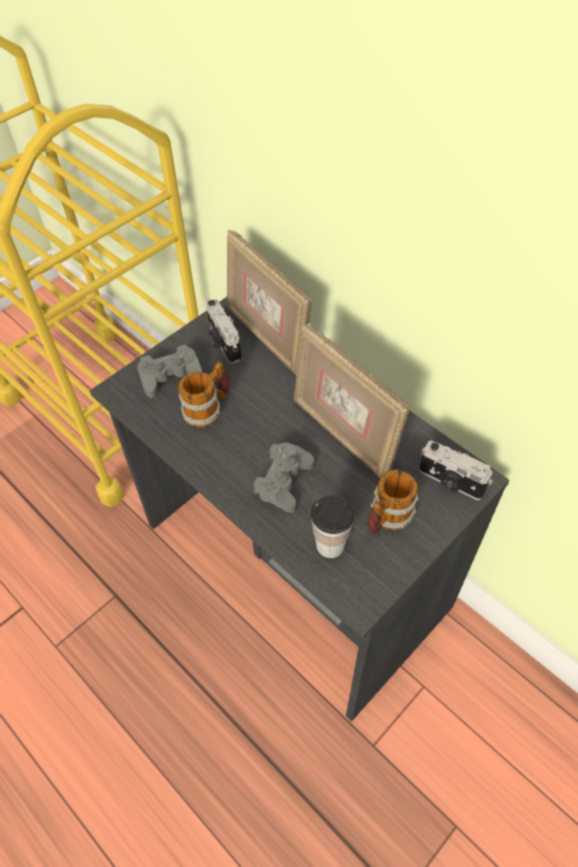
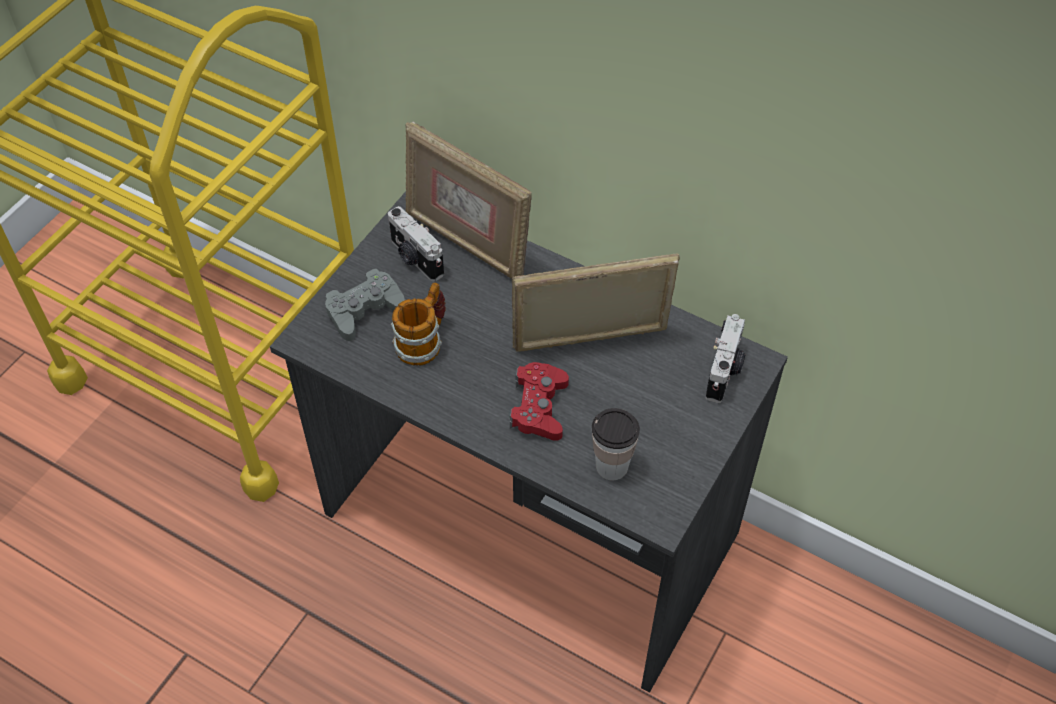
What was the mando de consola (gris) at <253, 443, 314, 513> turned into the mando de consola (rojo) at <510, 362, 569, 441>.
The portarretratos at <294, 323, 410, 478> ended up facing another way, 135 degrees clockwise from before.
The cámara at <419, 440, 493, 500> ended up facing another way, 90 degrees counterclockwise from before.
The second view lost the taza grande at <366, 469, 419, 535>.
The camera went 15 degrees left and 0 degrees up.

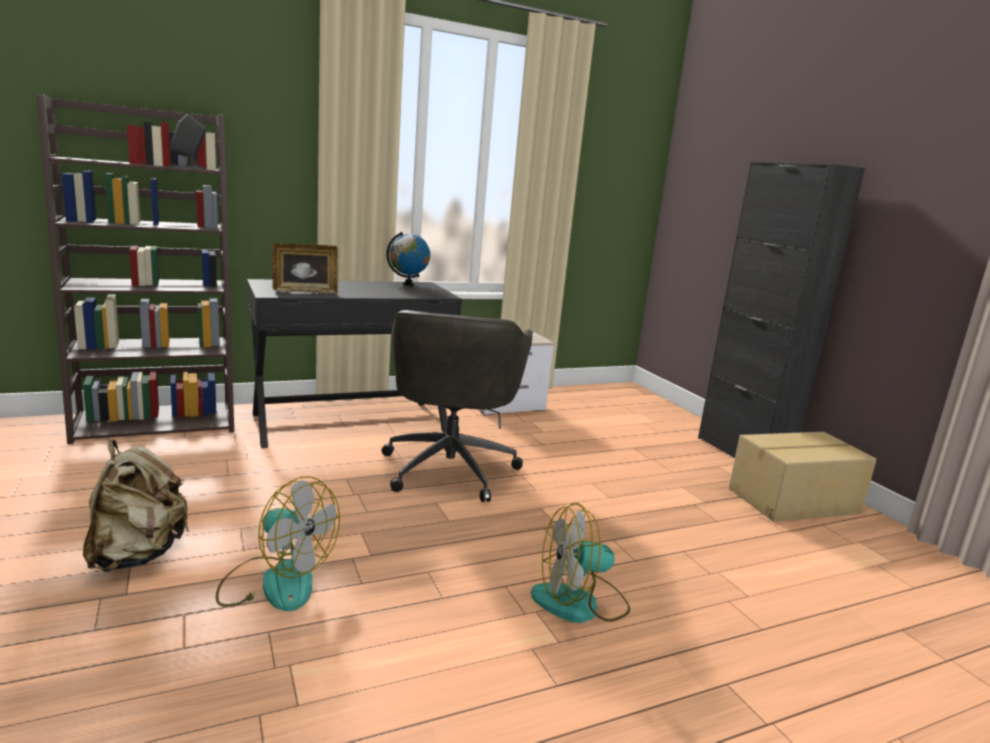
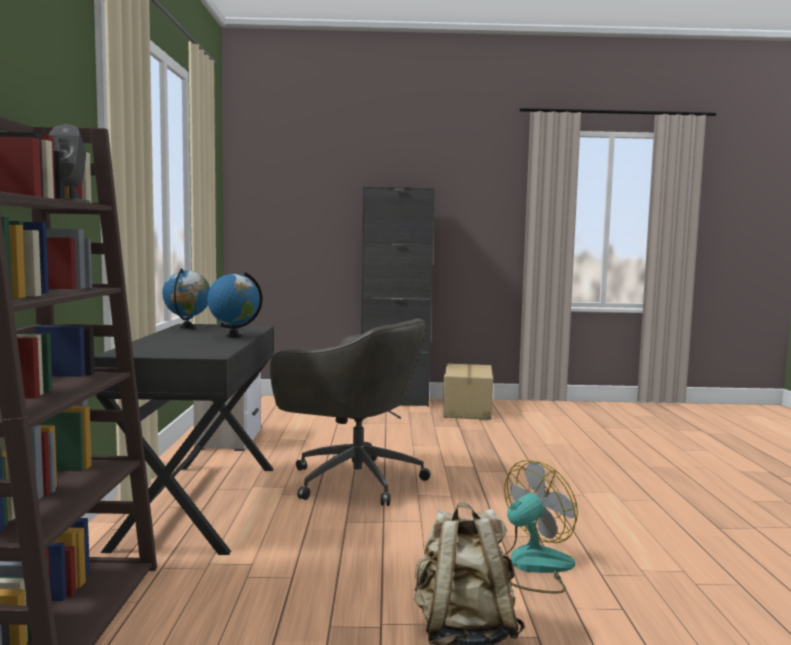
The second view gained the globo terráqueo at <207, 272, 262, 338>.
The second view lost the portarretratos at <272, 243, 338, 294>.
The second view lost the ventilador at <531, 503, 630, 623>.
The camera went 65 degrees left and 10 degrees down.

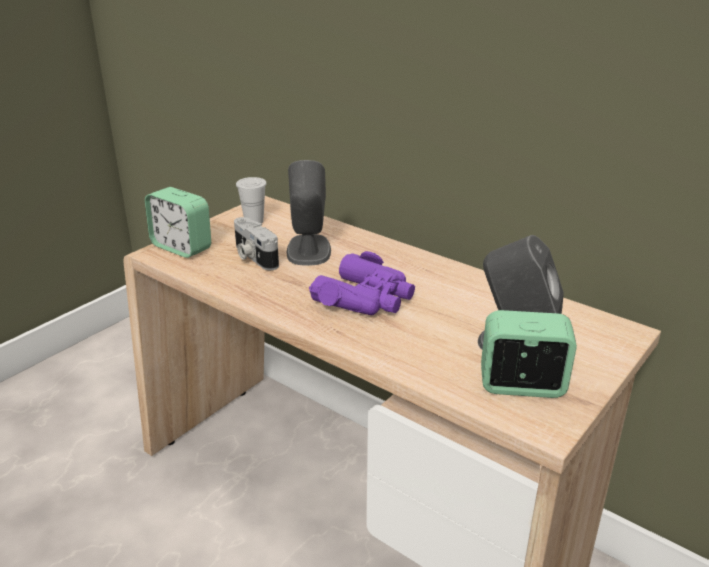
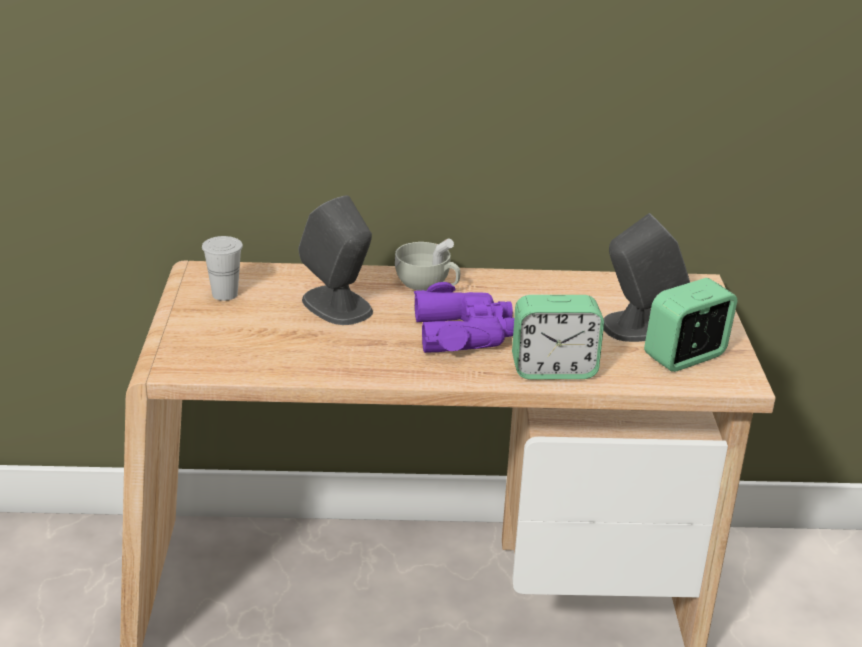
The second view gained the taza (blanco) at <395, 239, 460, 291>.
The despertador ended up elsewhere, having gone from <145, 187, 211, 258> to <512, 295, 604, 379>.
The second view lost the cámara at <234, 217, 279, 270>.
The camera went 40 degrees left and 0 degrees up.

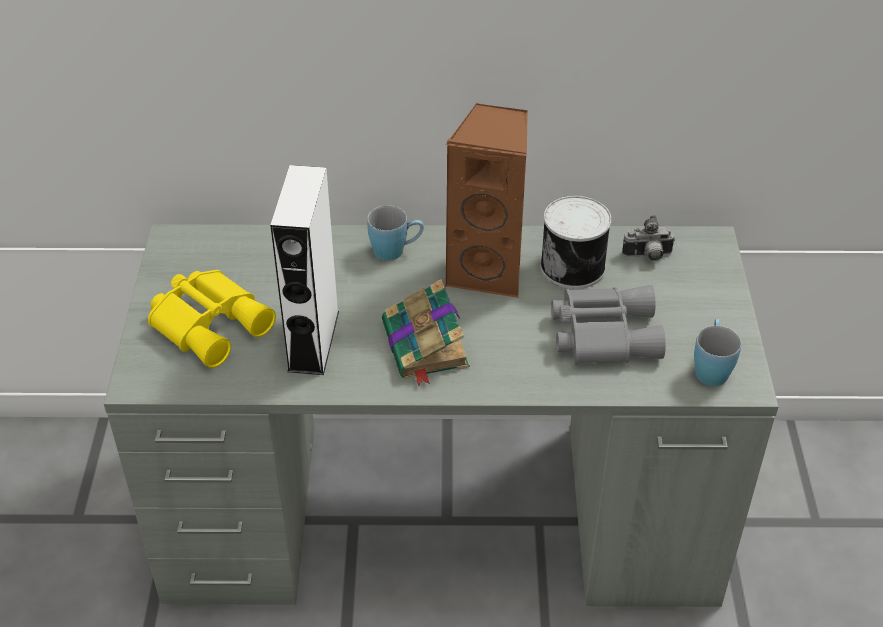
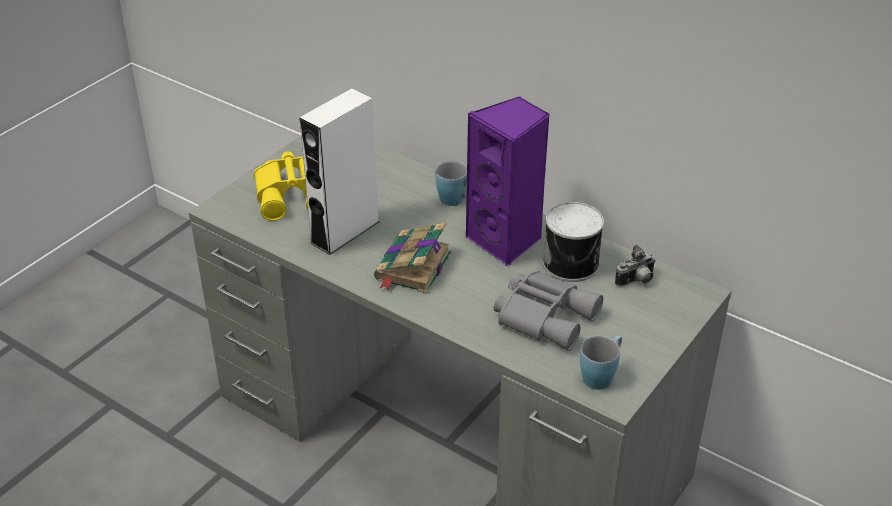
What was the altavoz (marrón) at <445, 103, 528, 298> turned into the altavoz (morado) at <465, 97, 550, 266>.
The cámara at <622, 215, 675, 261> ended up facing another way, 60 degrees counterclockwise from before.
The camera went 35 degrees right and 5 degrees down.

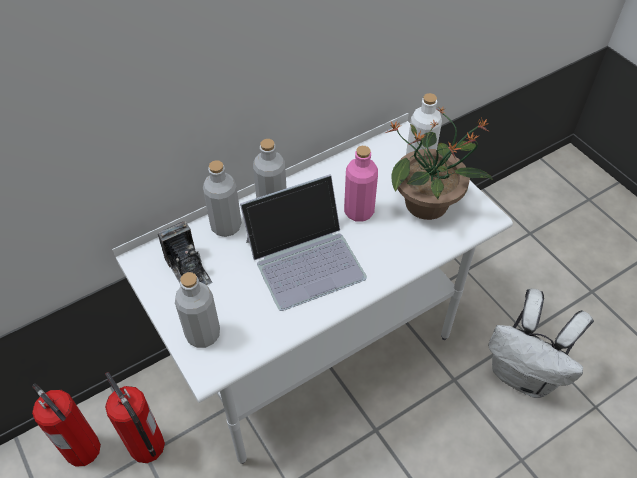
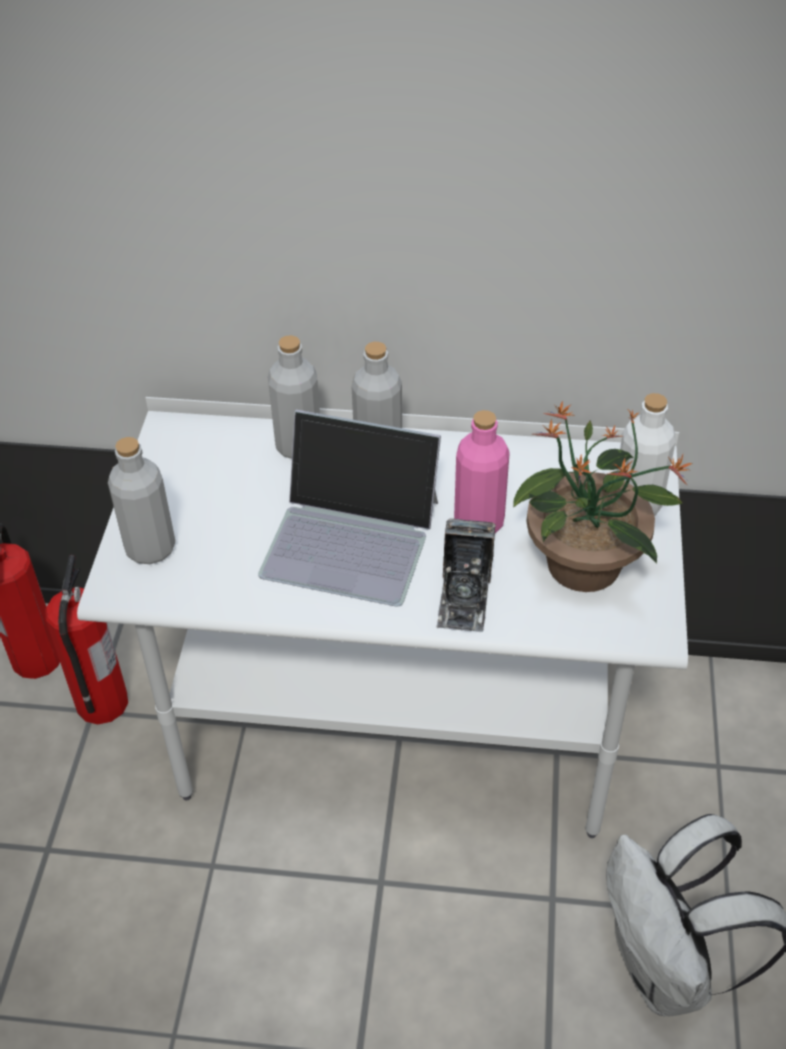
The cámara ended up elsewhere, having gone from <158, 221, 212, 285> to <436, 518, 496, 632>.
The camera went 40 degrees right and 5 degrees down.

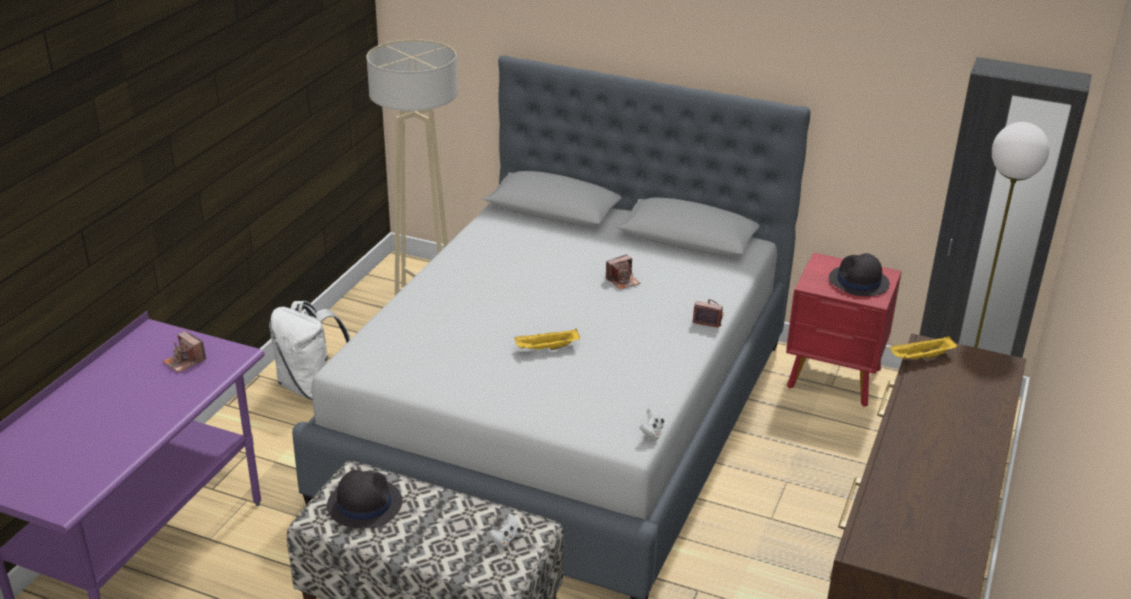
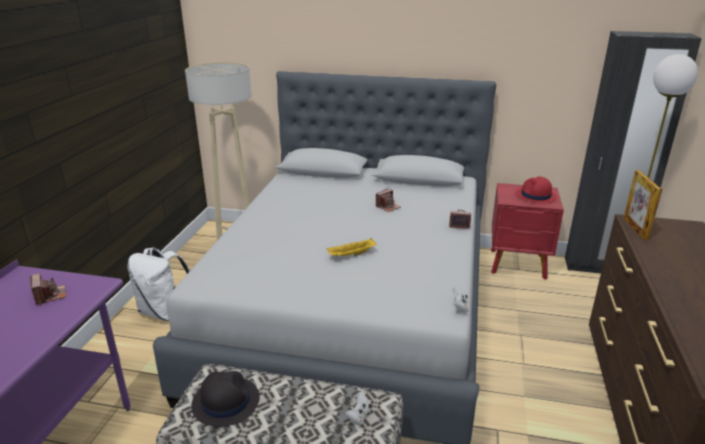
The cámara at <163, 331, 206, 372> ended up facing another way, 150 degrees counterclockwise from before.
What was the sombrero (negro) at <829, 253, 890, 296> turned into the sombrero (rojo) at <515, 176, 557, 204>.
Where the bandeja (amarillo) stood at <889, 336, 957, 359>, the portarretratos came to stand at <623, 170, 662, 240>.
The camera went 10 degrees left and 5 degrees down.

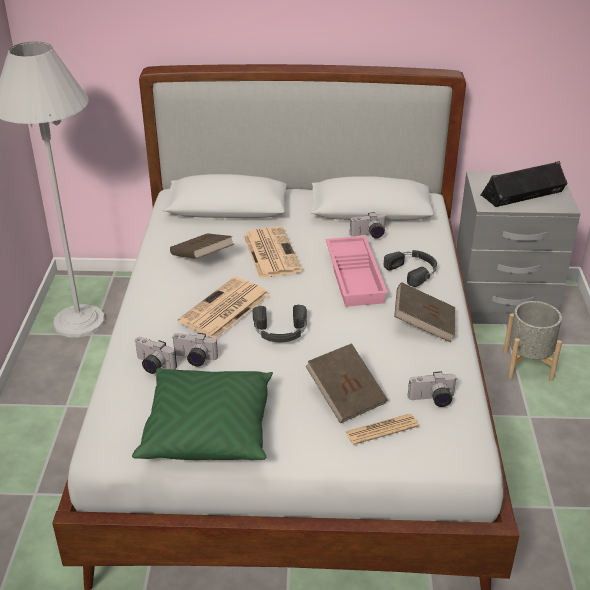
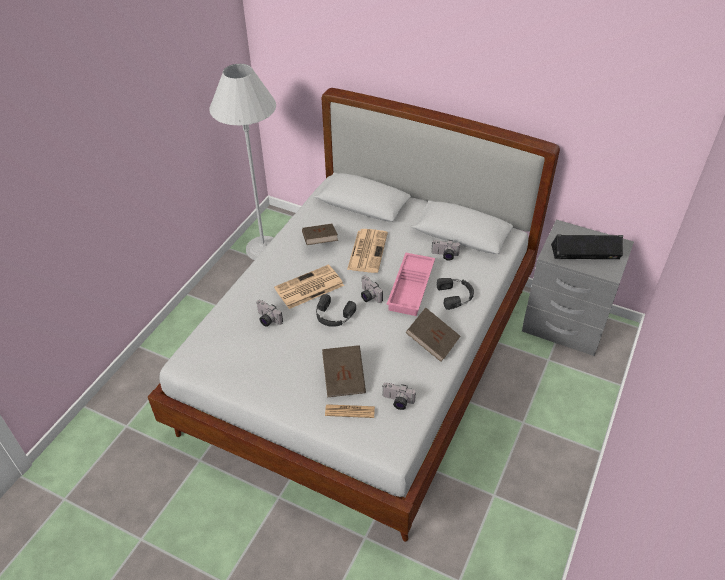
The cámara ended up elsewhere, having gone from <134, 337, 177, 374> to <361, 276, 383, 303>.
The second view lost the cojín (verde) at <132, 368, 273, 460>.
The second view lost the maceta (gris) at <503, 301, 562, 381>.
The camera went 25 degrees right and 10 degrees up.

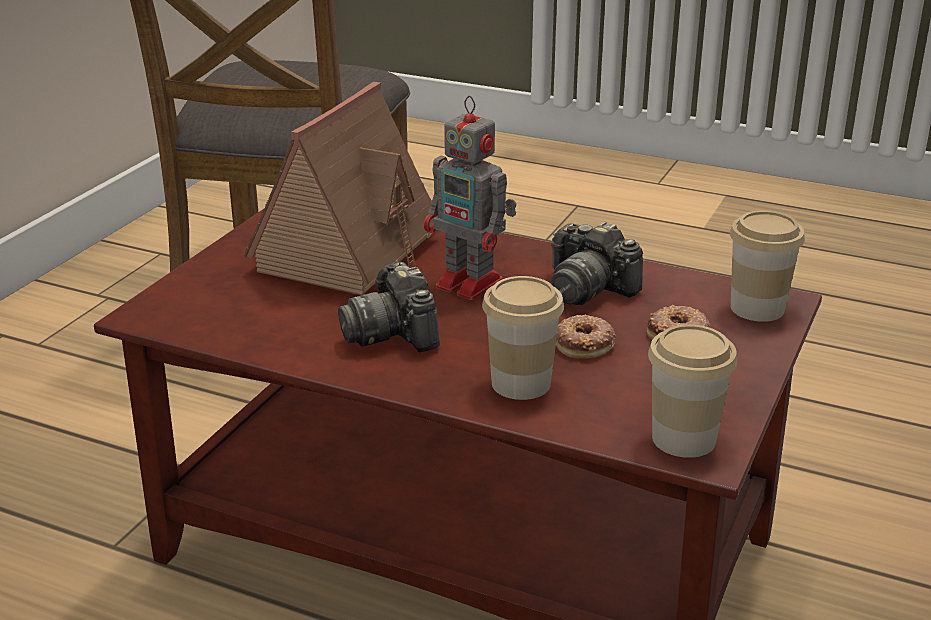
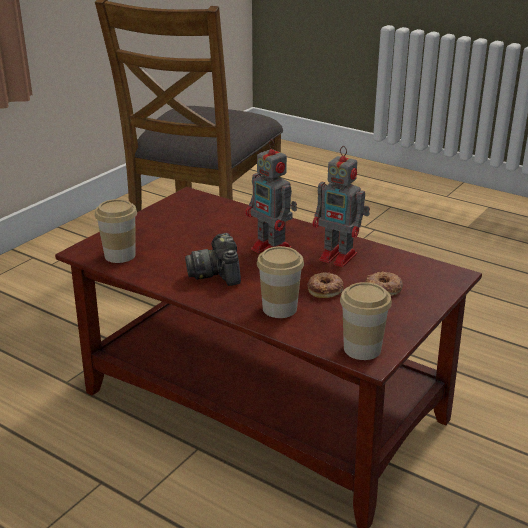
The taza ended up elsewhere, having gone from <730, 211, 805, 322> to <95, 199, 137, 263>.
Where the cámara stood at <551, 222, 643, 305>, the robot de juguete came to stand at <312, 146, 370, 267>.
The second view lost the casita at <244, 82, 437, 295>.
The camera went 10 degrees right and 0 degrees up.

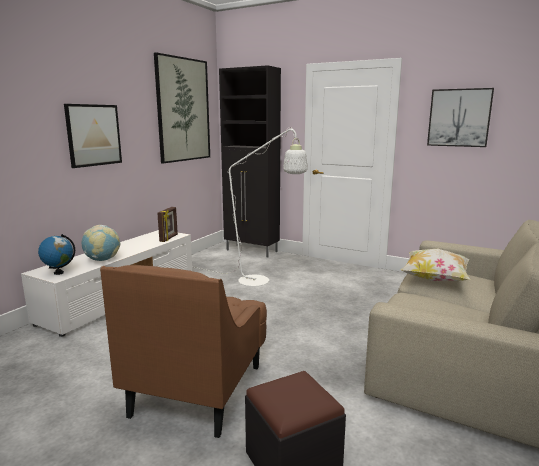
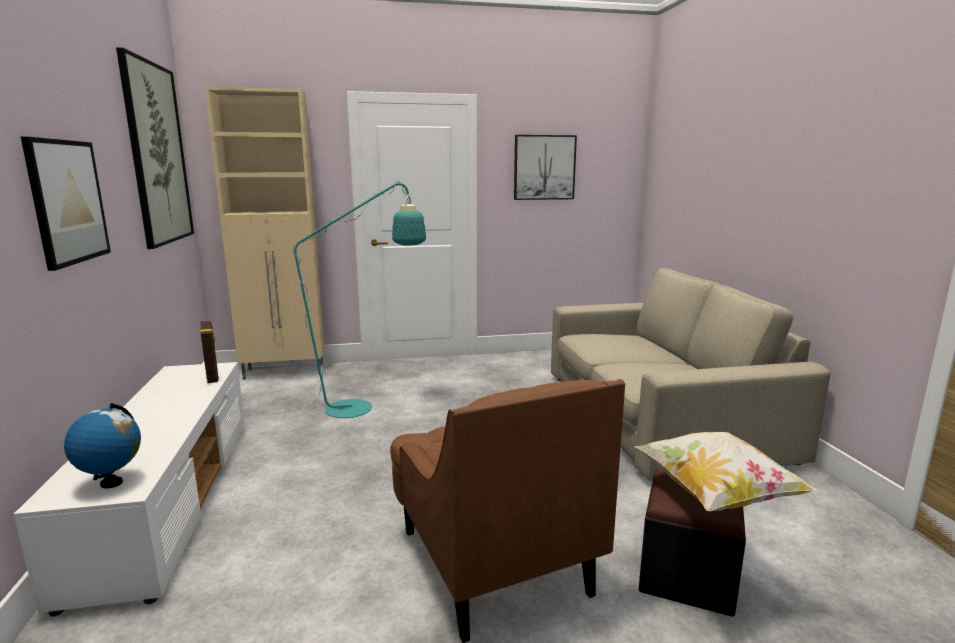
What was the armario (negro) at <219, 65, 281, 257> turned into the armario (beis) at <205, 87, 325, 380>.
What was the lámpara de pie (blanco) at <195, 127, 308, 286> turned into the lámpara de pie (turquesa) at <244, 181, 426, 418>.
The cojín ended up elsewhere, having gone from <401, 249, 471, 281> to <634, 432, 818, 511>.
The second view lost the globo terráqueo at <82, 225, 120, 261>.
The camera went 40 degrees left and 0 degrees up.

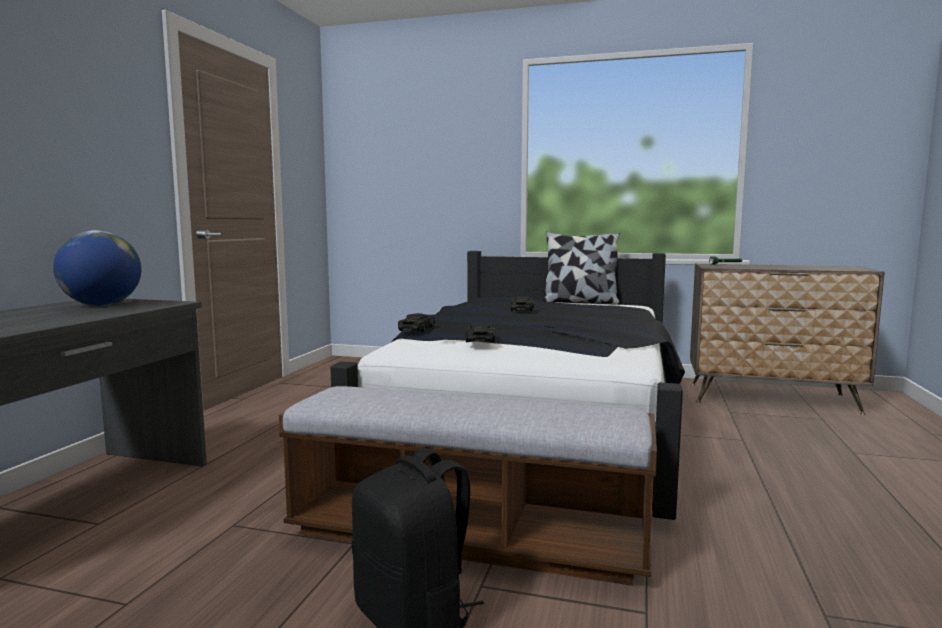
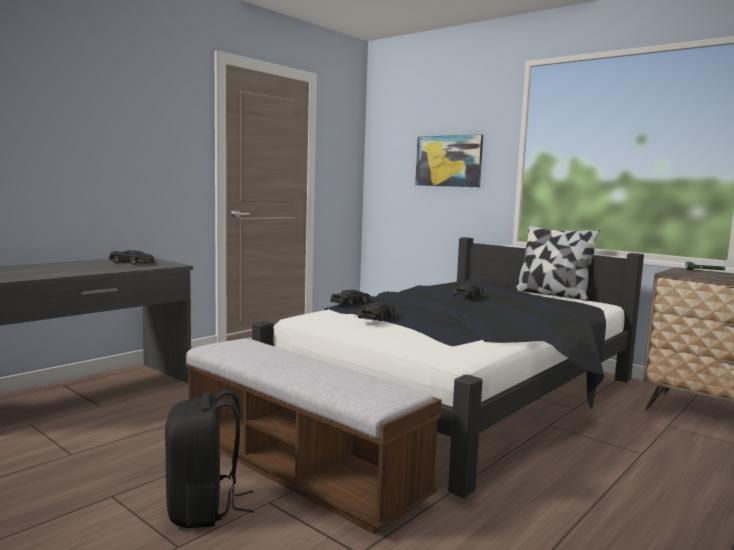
Where the globo terráqueo stood at <53, 230, 142, 306>, the coche de juguete (negro) came to stand at <109, 250, 155, 265>.
The second view gained the cuadro at <415, 134, 483, 187>.
The camera went 25 degrees right and 0 degrees up.

